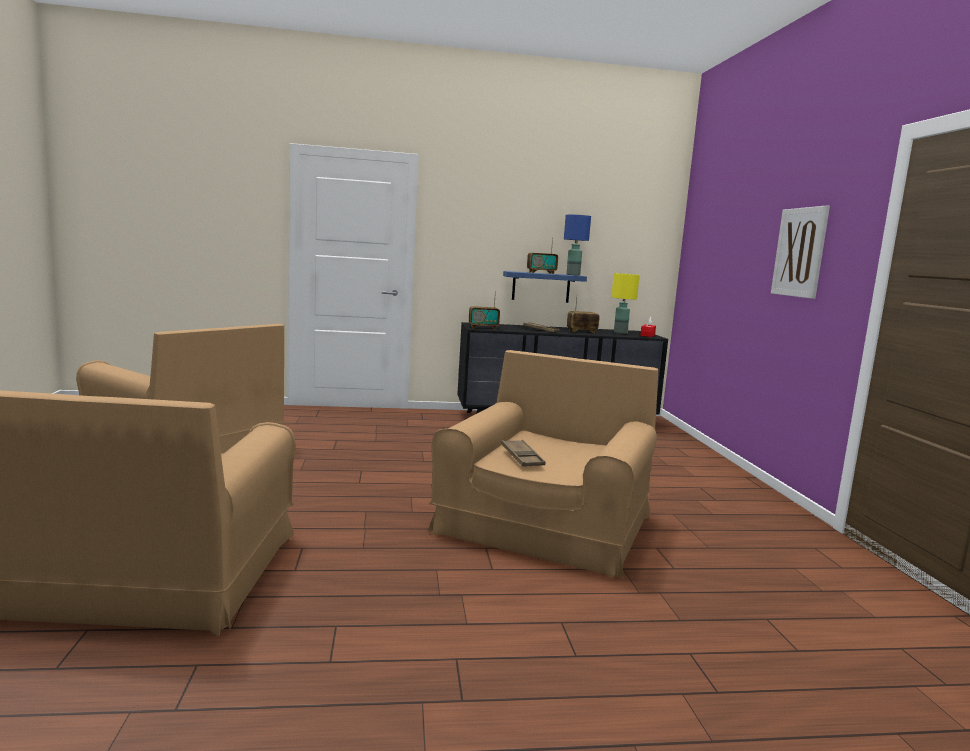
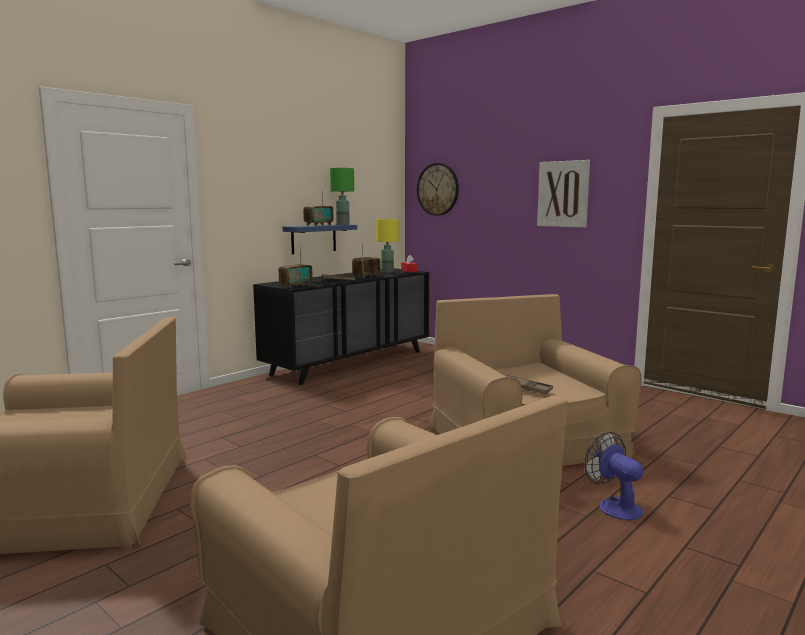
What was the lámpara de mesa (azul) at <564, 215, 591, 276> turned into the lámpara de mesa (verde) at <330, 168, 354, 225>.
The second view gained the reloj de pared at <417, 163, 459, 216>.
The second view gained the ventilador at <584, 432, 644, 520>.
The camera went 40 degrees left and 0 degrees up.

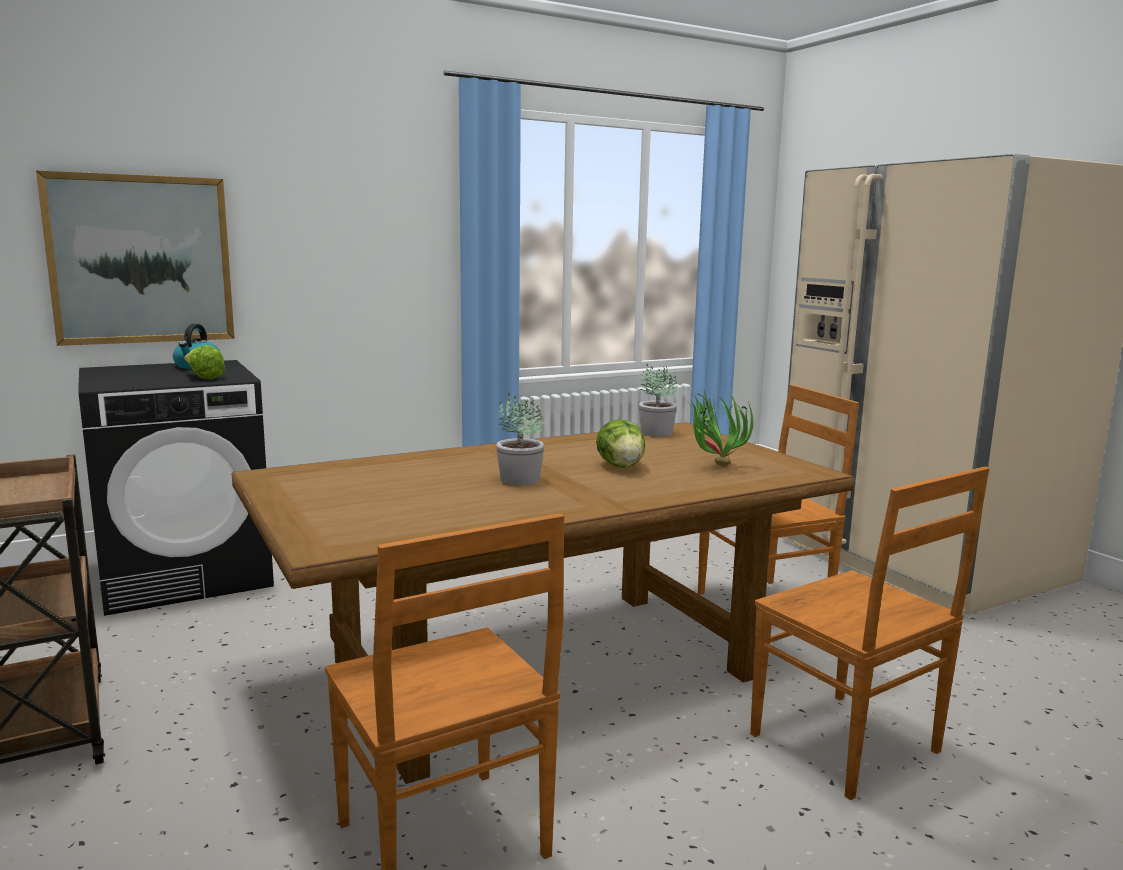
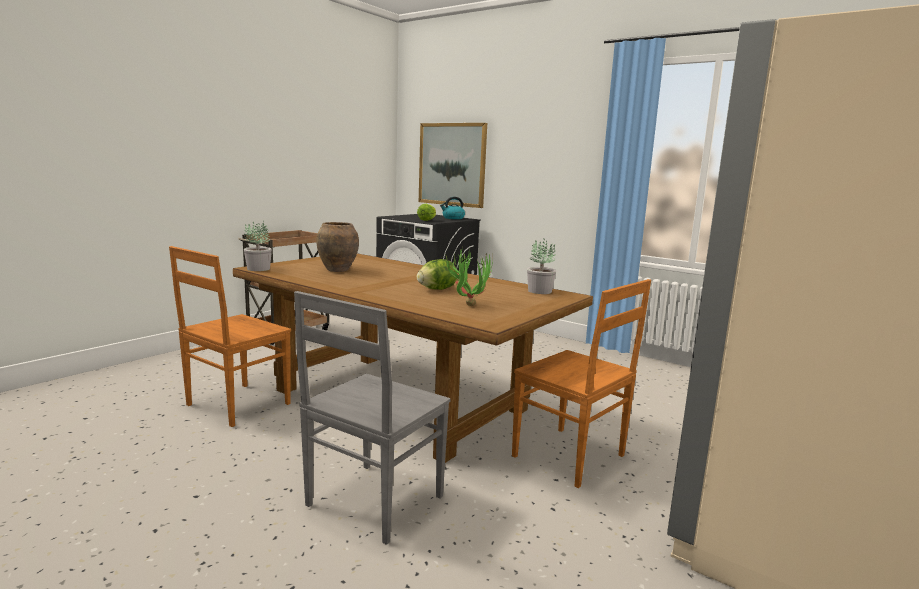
The planta en maceta ended up elsewhere, having gone from <496, 392, 544, 485> to <244, 221, 272, 271>.
What was the silla (marrón) at <750, 466, 990, 800> turned into the silla (gris) at <294, 291, 451, 545>.
The second view gained the florero (marrón) at <316, 222, 359, 272>.
The camera went 65 degrees right and 0 degrees up.

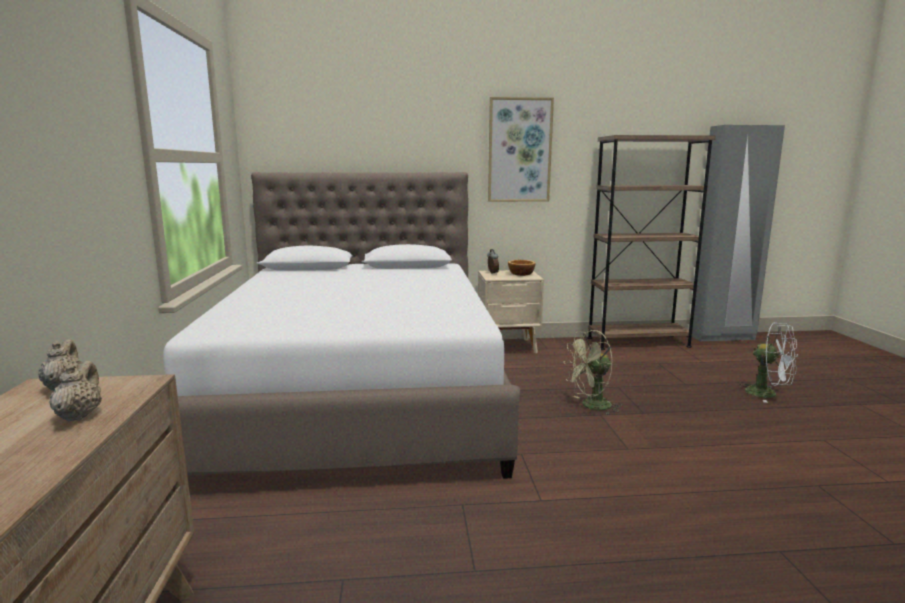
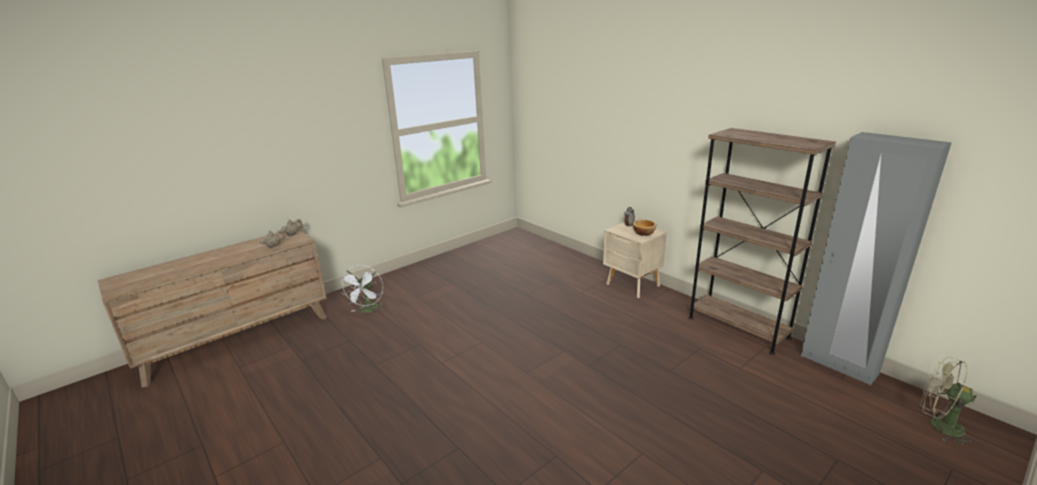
The ventilador (blanco) ended up elsewhere, having gone from <739, 322, 798, 403> to <340, 265, 385, 313>.
The ventilador (verde) ended up elsewhere, having gone from <564, 330, 622, 416> to <920, 357, 977, 445>.
The second view lost the cama (blanco) at <163, 172, 520, 479>.
The second view lost the cuadro at <488, 97, 554, 202>.
The camera went 55 degrees right and 10 degrees up.

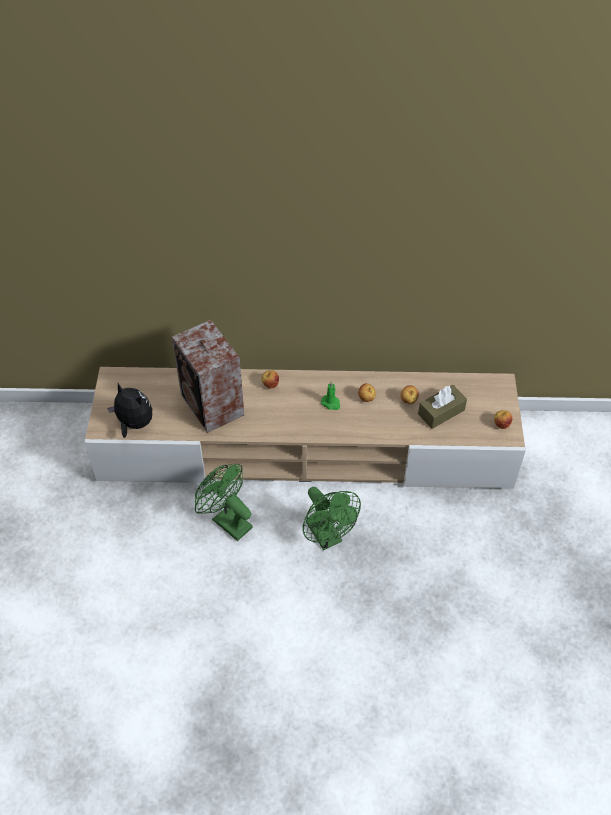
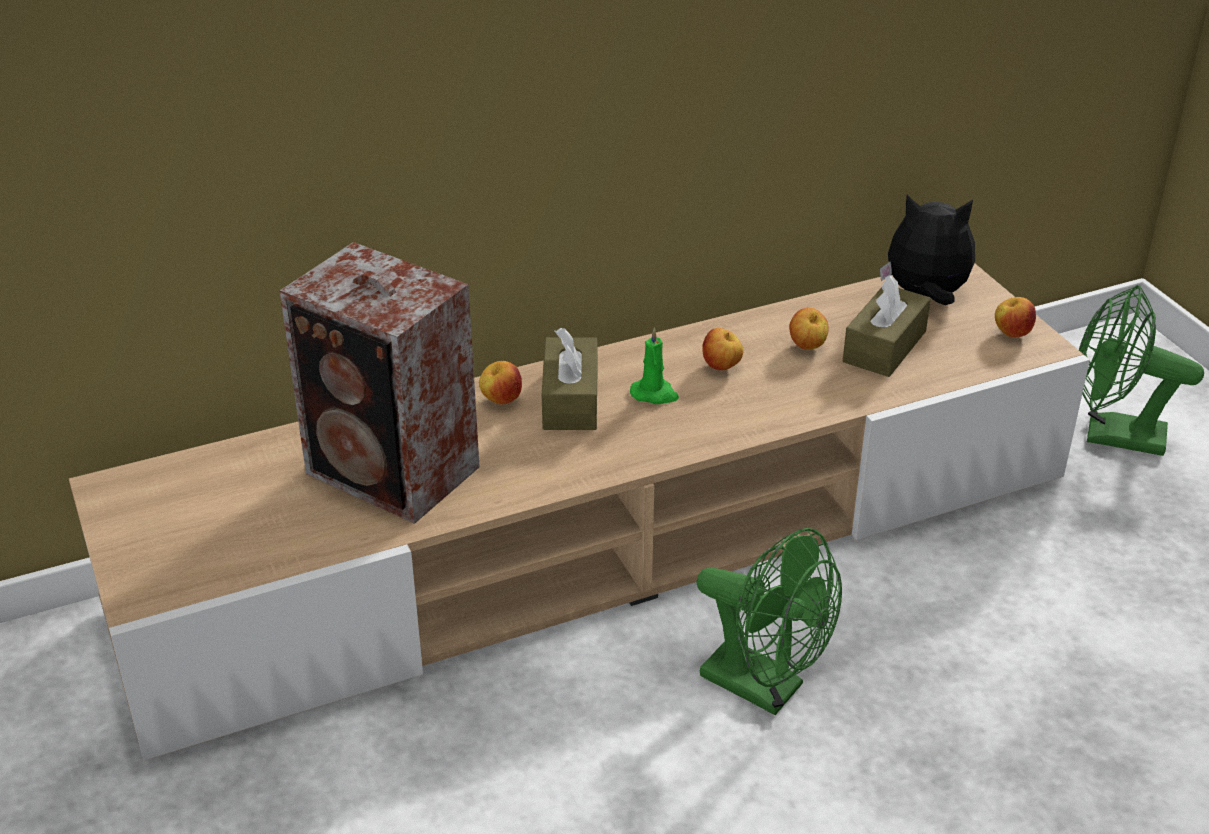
The second view gained the caja de pañuelos (marrón) at <542, 328, 597, 430>.
The peluche ended up elsewhere, having gone from <107, 383, 152, 438> to <880, 195, 975, 305>.
The ventilador (verde) ended up elsewhere, having gone from <195, 464, 253, 541> to <1079, 285, 1204, 456>.
The camera went 25 degrees left and 15 degrees down.

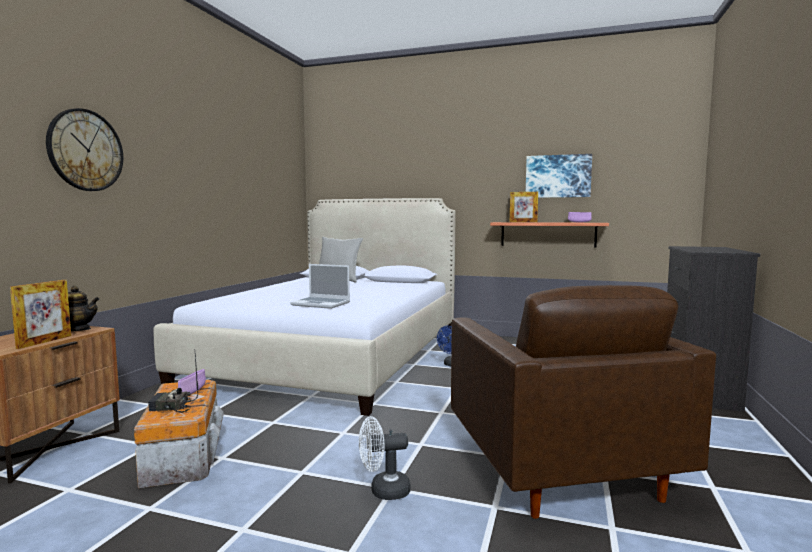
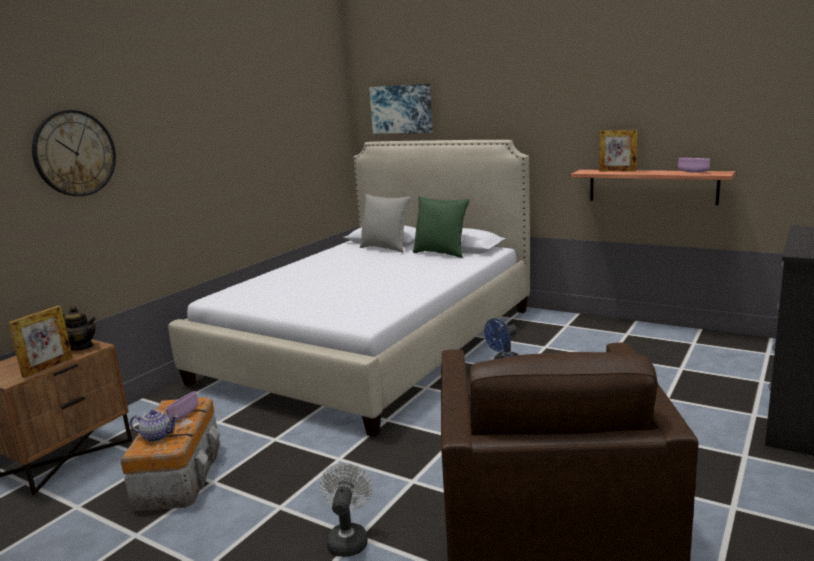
Where the radio stood at <148, 354, 198, 413>, the tetera came to stand at <130, 410, 178, 442>.
The ventilador (blanco) at <359, 416, 411, 500> ended up facing another way, 90 degrees clockwise from before.
The cuadro ended up elsewhere, having gone from <526, 154, 592, 198> to <369, 83, 433, 134>.
The second view gained the cojín (verde) at <413, 196, 470, 258>.
The second view lost the portátil at <290, 264, 350, 309>.
The camera went 15 degrees right and 10 degrees up.

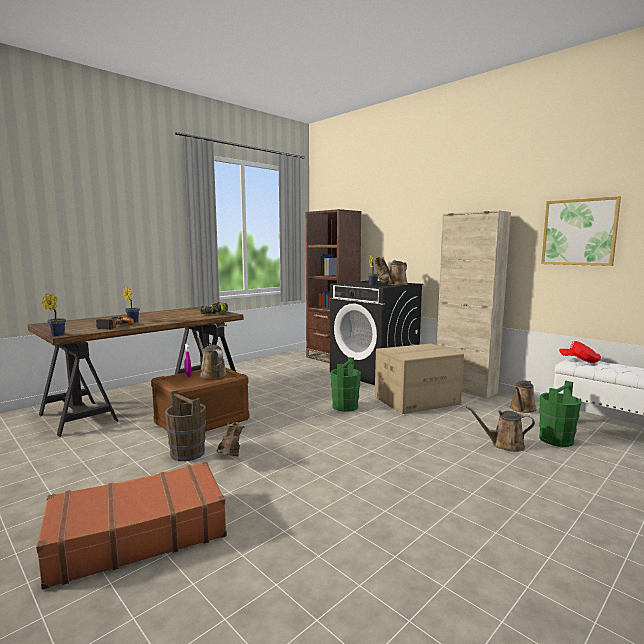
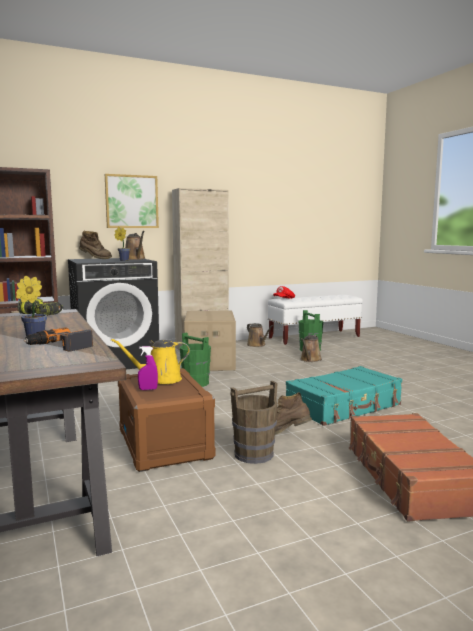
The cuadro ended up elsewhere, having gone from <541, 196, 621, 266> to <105, 174, 159, 228>.
What was the regadera (marrón) at <197, 335, 227, 379> turned into the regadera (amarillo) at <111, 339, 190, 384>.
The second view gained the maleta (turquesa) at <286, 366, 402, 426>.
The second view lost the planta en maceta at <42, 293, 66, 336>.
The camera went 70 degrees left and 0 degrees up.

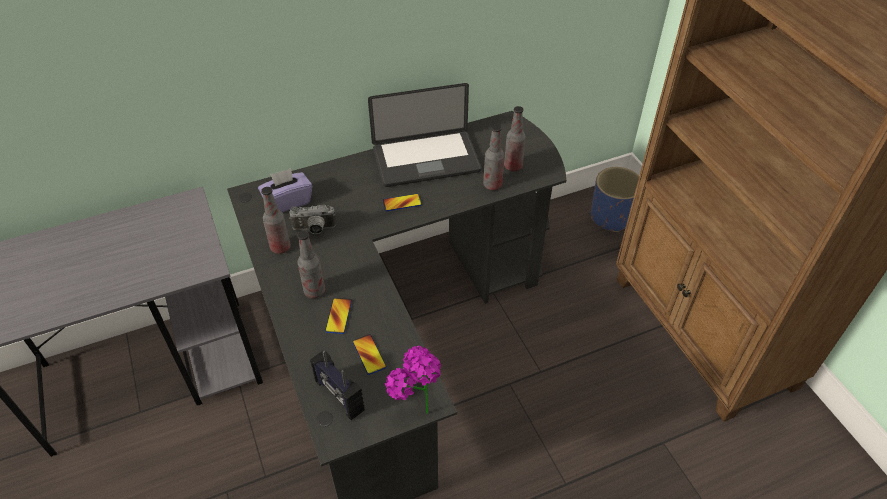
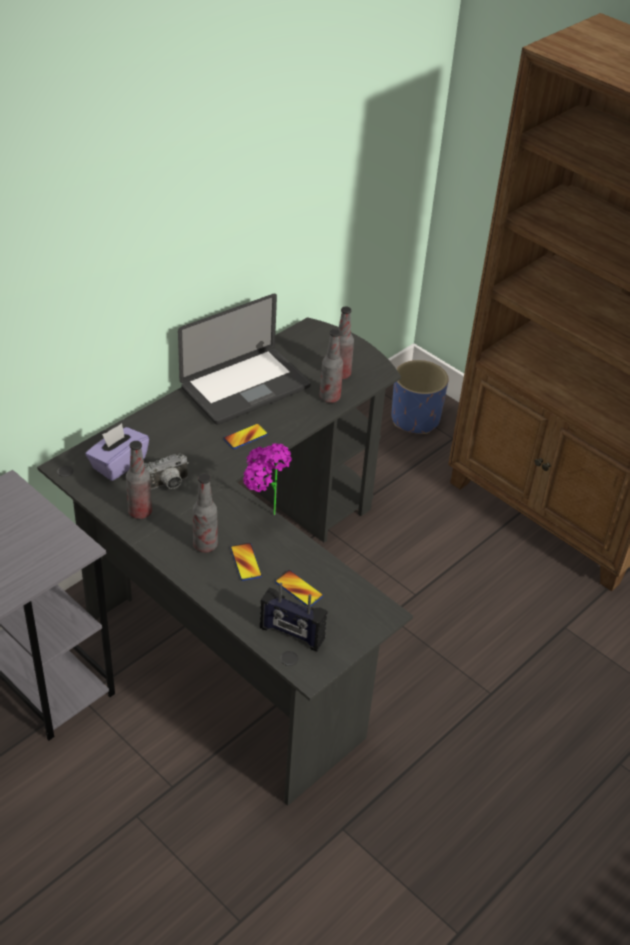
The planta en maceta ended up elsewhere, having gone from <385, 346, 441, 414> to <243, 443, 292, 515>.
The camera went 25 degrees left and 5 degrees down.

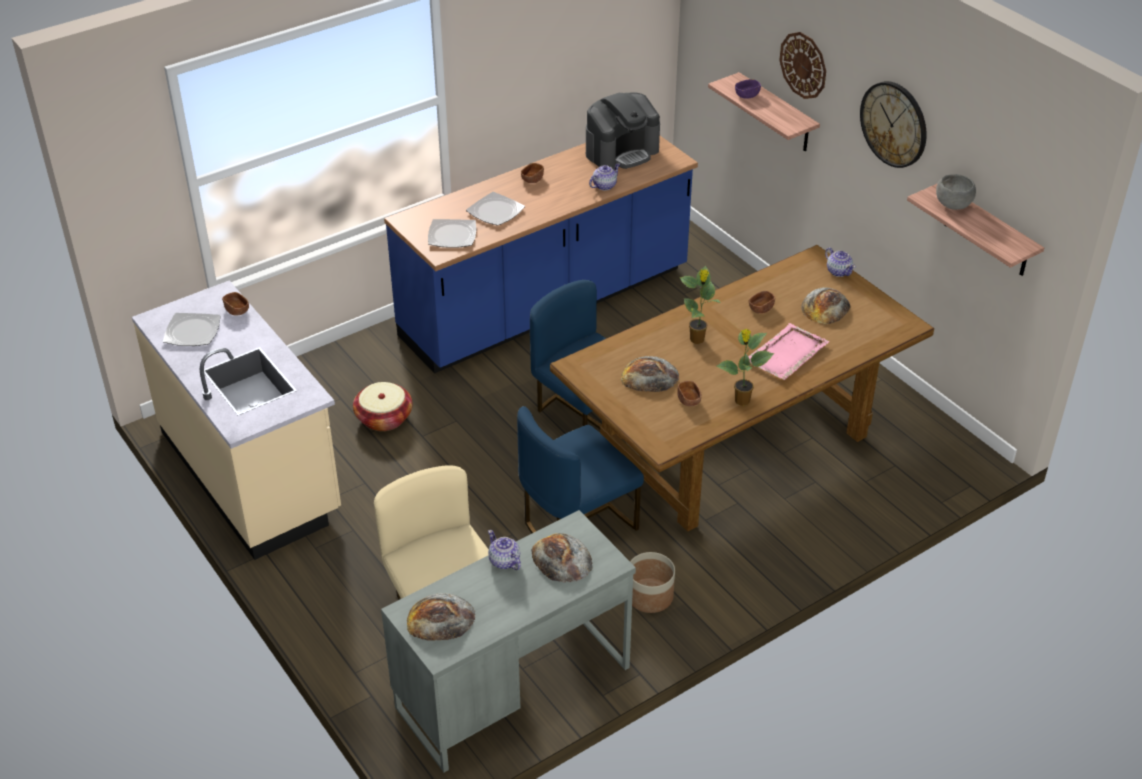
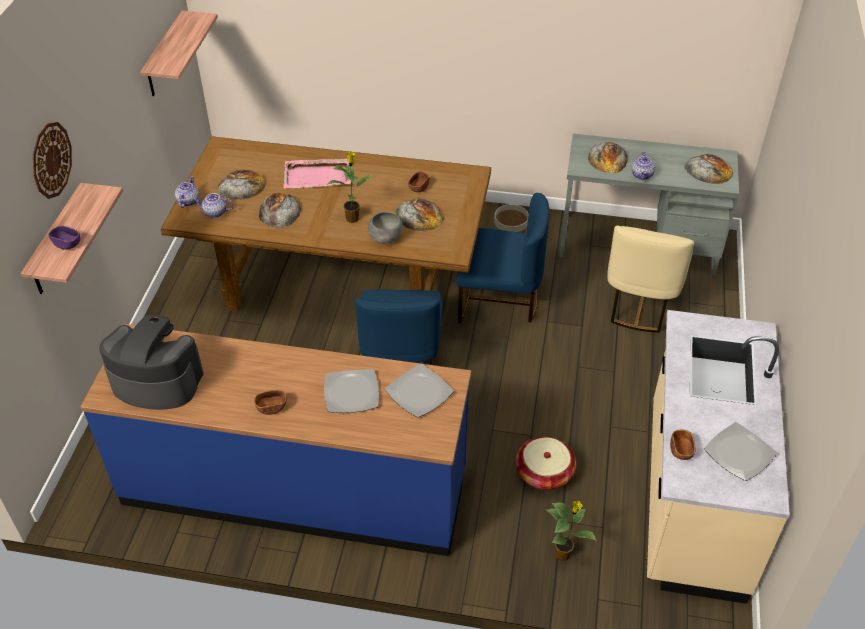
The tetera ended up elsewhere, having gone from <589, 163, 620, 190> to <193, 193, 233, 218>.
Where the cuenco (marrón) stood at <749, 291, 775, 314>, the pan came to stand at <259, 193, 301, 228>.
The cuenco (gris) ended up elsewhere, having gone from <936, 174, 976, 210> to <368, 212, 403, 244>.
The planta en maceta ended up elsewhere, having gone from <716, 329, 774, 406> to <545, 501, 597, 561>.
The second view lost the reloj de pared at <860, 81, 927, 168>.
The camera went 135 degrees left and 5 degrees up.

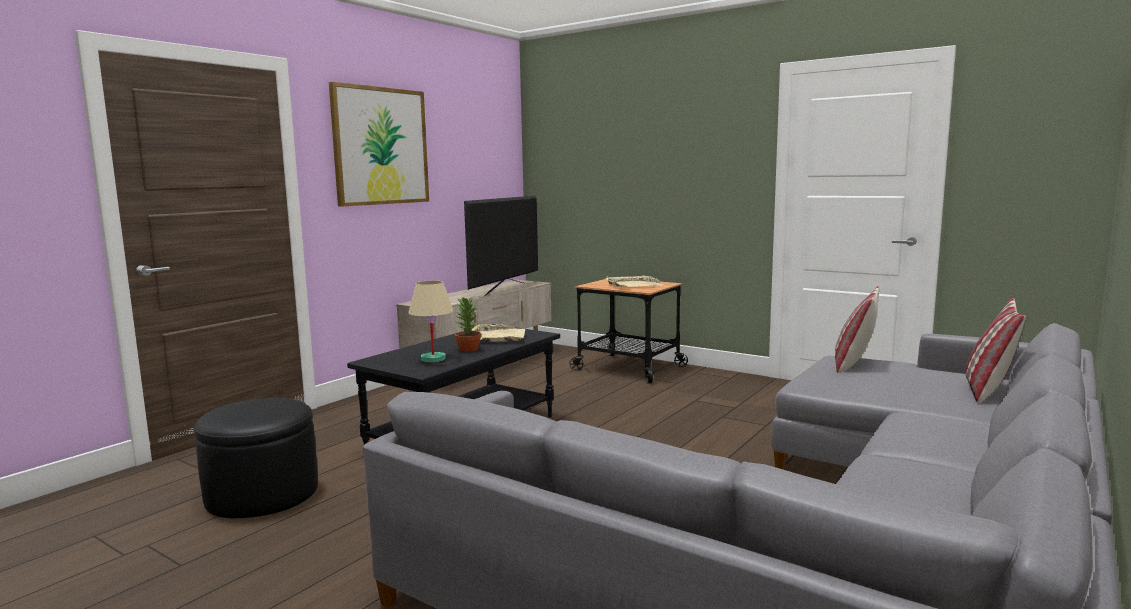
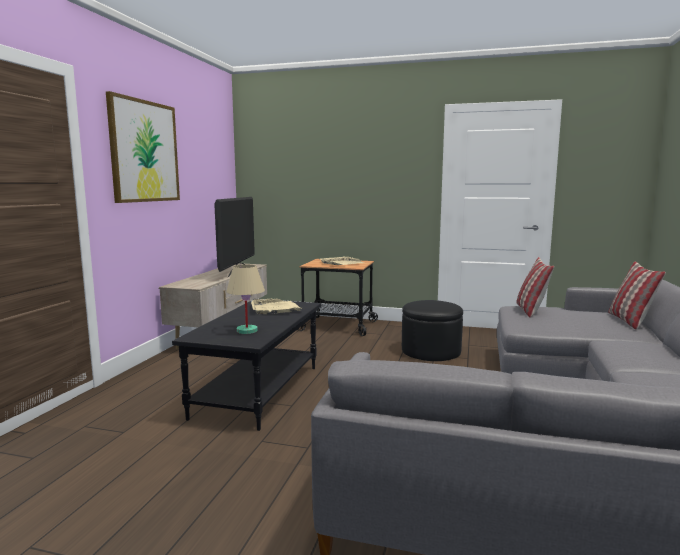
The puf (negro) ended up elsewhere, having gone from <194, 398, 318, 518> to <402, 300, 463, 361>.
The second view lost the planta en maceta at <454, 297, 482, 352>.
The camera went 20 degrees left and 0 degrees up.

